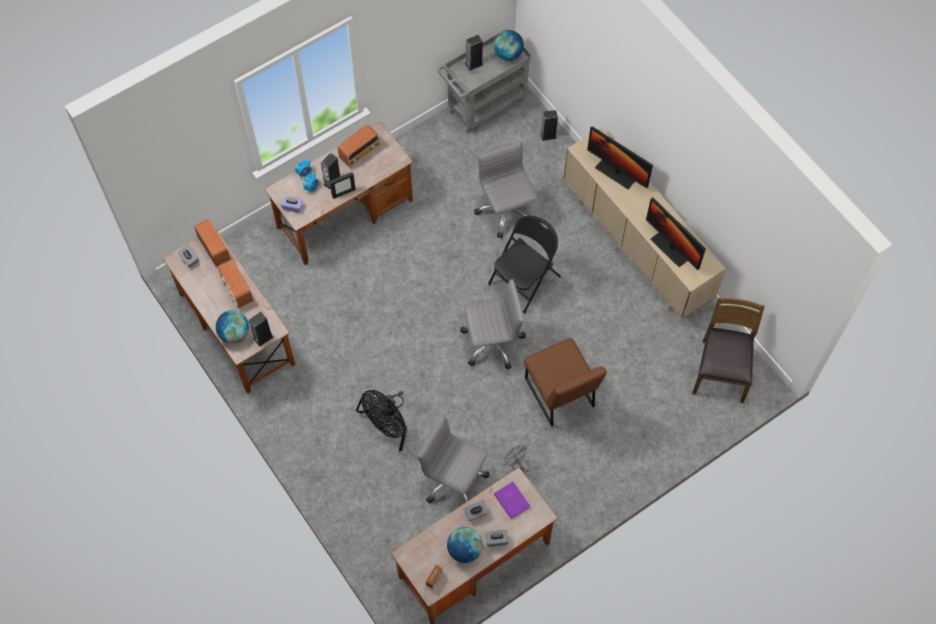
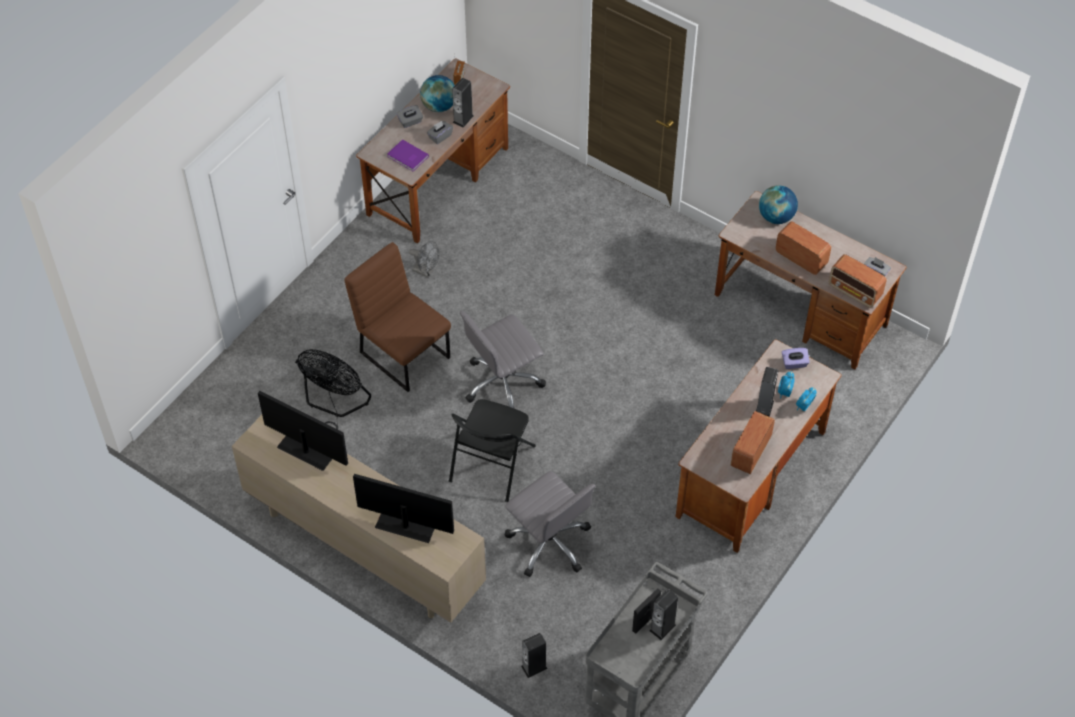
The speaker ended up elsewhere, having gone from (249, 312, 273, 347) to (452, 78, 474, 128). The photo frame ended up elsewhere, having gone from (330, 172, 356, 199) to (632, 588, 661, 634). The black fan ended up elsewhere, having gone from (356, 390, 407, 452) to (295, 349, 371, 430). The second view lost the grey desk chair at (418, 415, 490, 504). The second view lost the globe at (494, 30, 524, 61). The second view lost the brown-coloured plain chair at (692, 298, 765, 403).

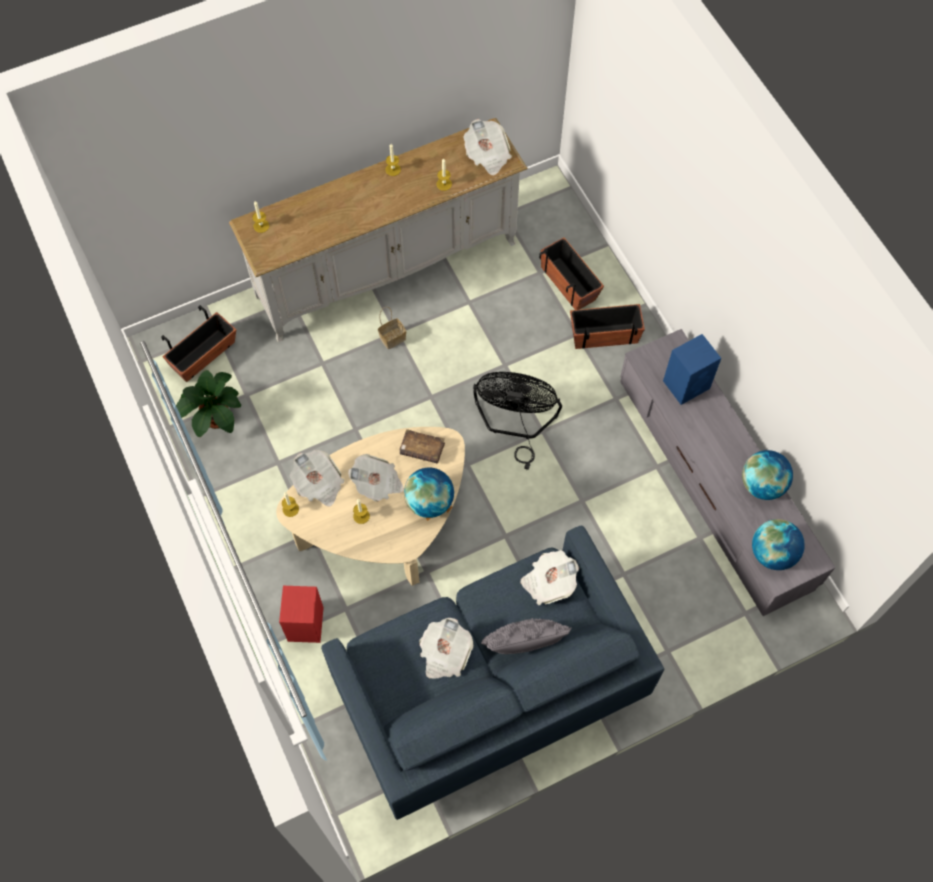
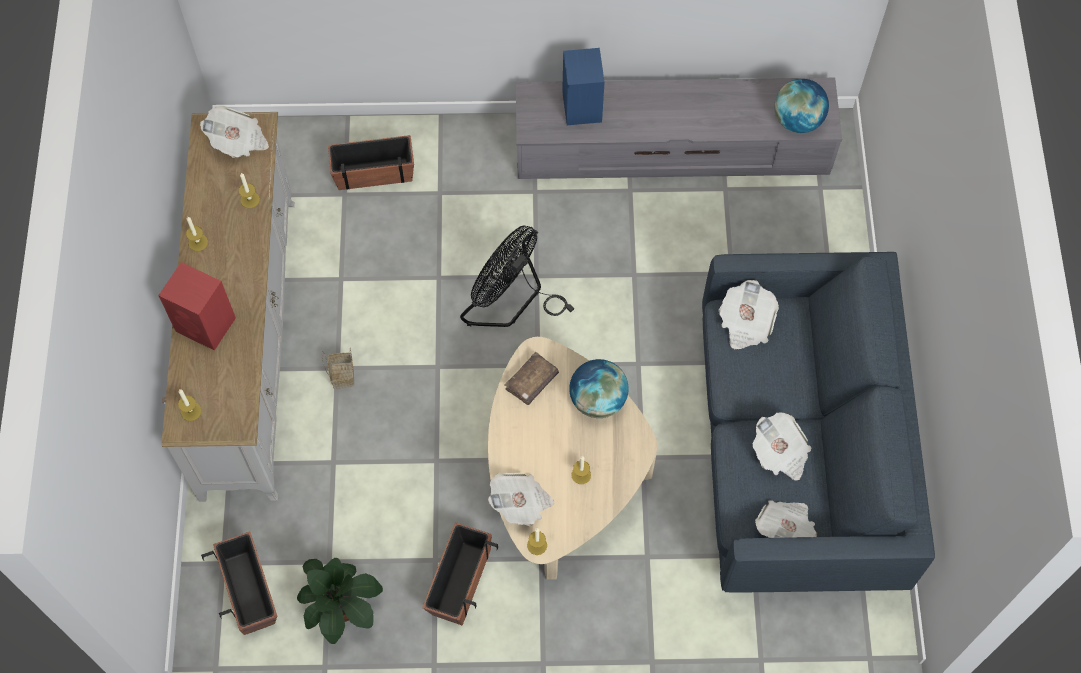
The reddish speaker ended up elsewhere, having gone from (279, 586, 324, 643) to (158, 262, 236, 351). The printed paper ended up elsewhere, having gone from (348, 454, 404, 502) to (755, 500, 817, 538). The second view lost the grey cushion at (481, 618, 572, 654). The flower pot ended up elsewhere, having gone from (570, 304, 645, 349) to (422, 522, 498, 626). The second view lost the globe at (742, 450, 793, 500).

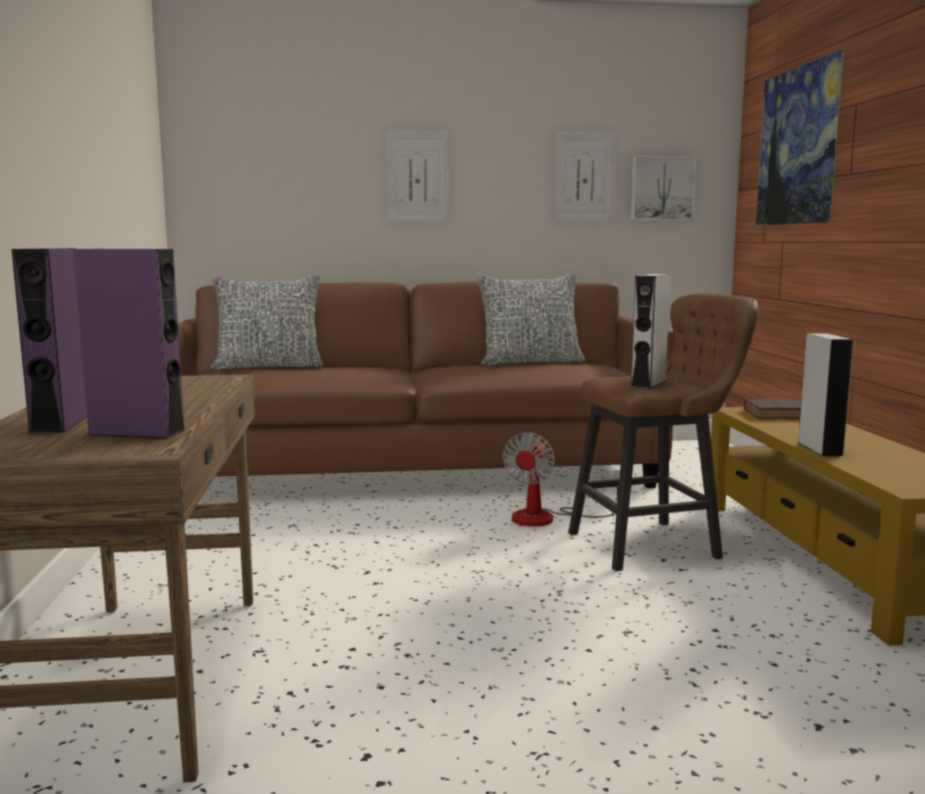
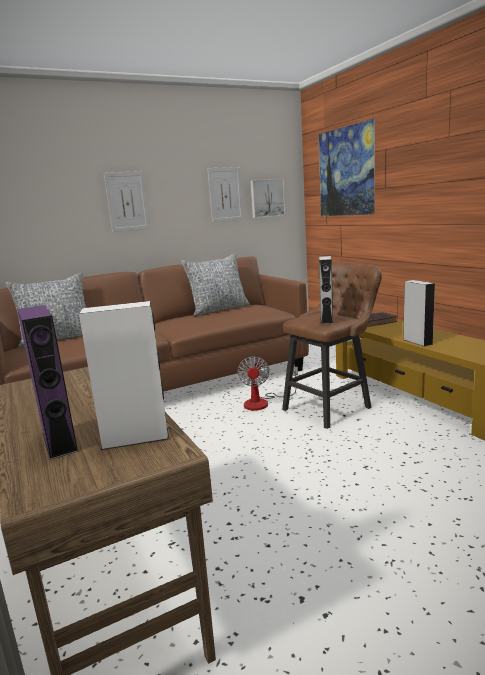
What was the purplish speaker at (73, 249, 186, 439) turned into the whitish speaker at (79, 301, 169, 450).

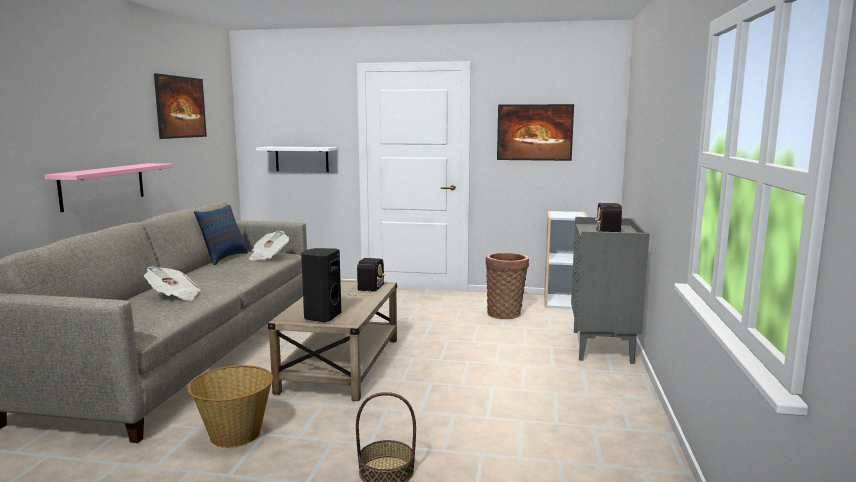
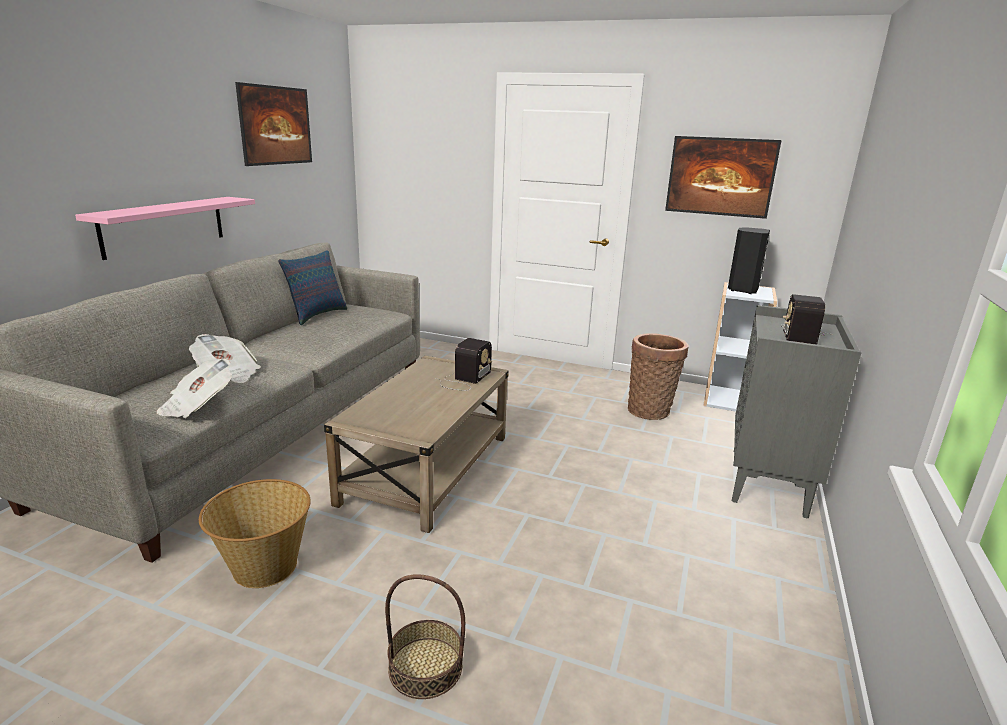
The printed paper ended up elsewhere, having gone from (249, 231, 289, 260) to (157, 359, 232, 418). The second view lost the whitish wall shelf at (256, 147, 337, 172). The black speaker ended up elsewhere, having gone from (301, 248, 341, 322) to (728, 227, 770, 294).

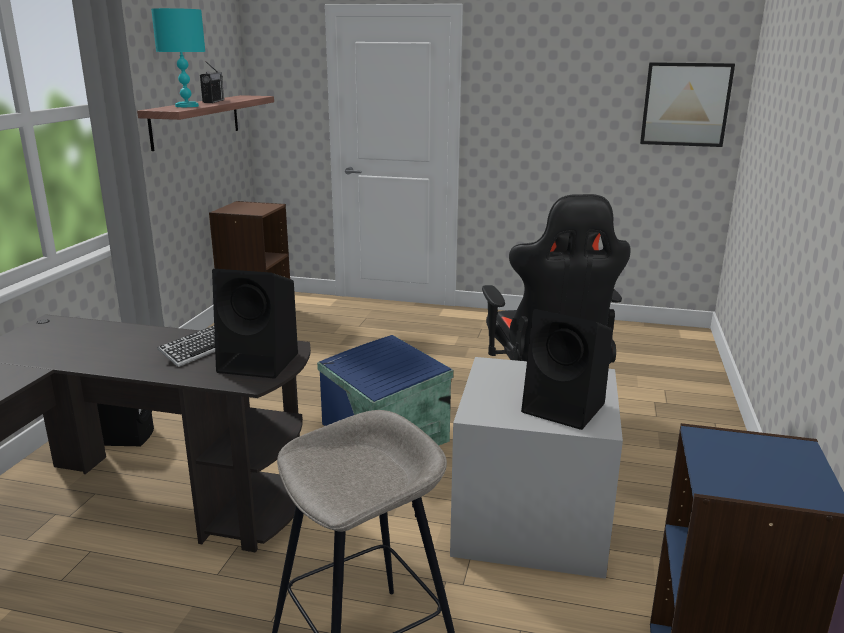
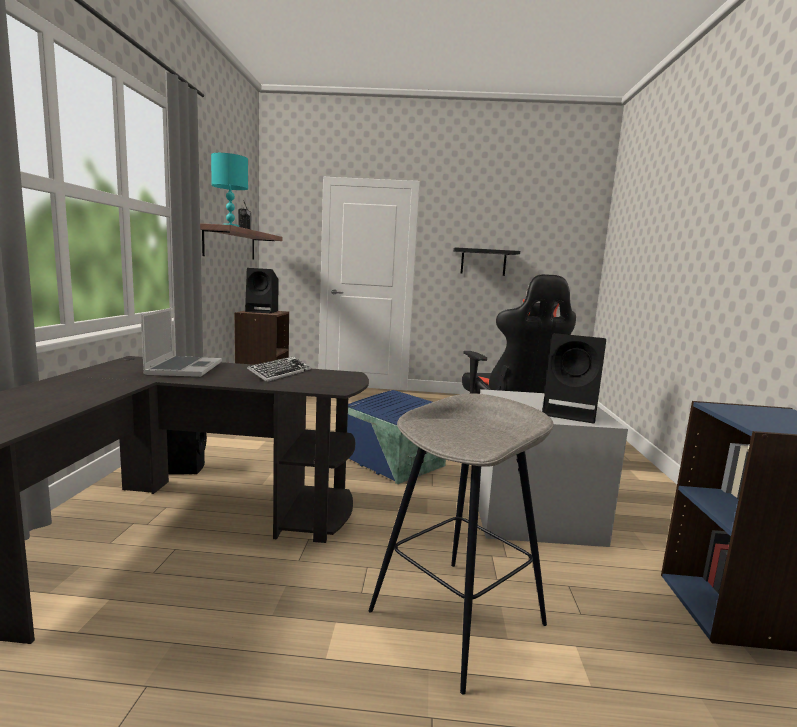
The black speaker ended up elsewhere, having gone from (212, 269, 298, 379) to (245, 268, 279, 313). The second view lost the wall picture at (640, 62, 735, 147). The second view gained the notebook computer at (141, 308, 222, 377). The second view gained the black wall shelf at (453, 247, 520, 276).

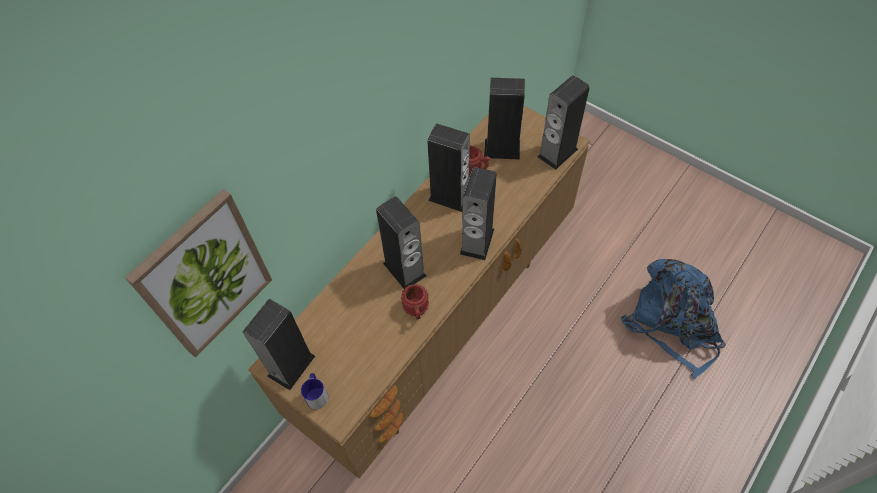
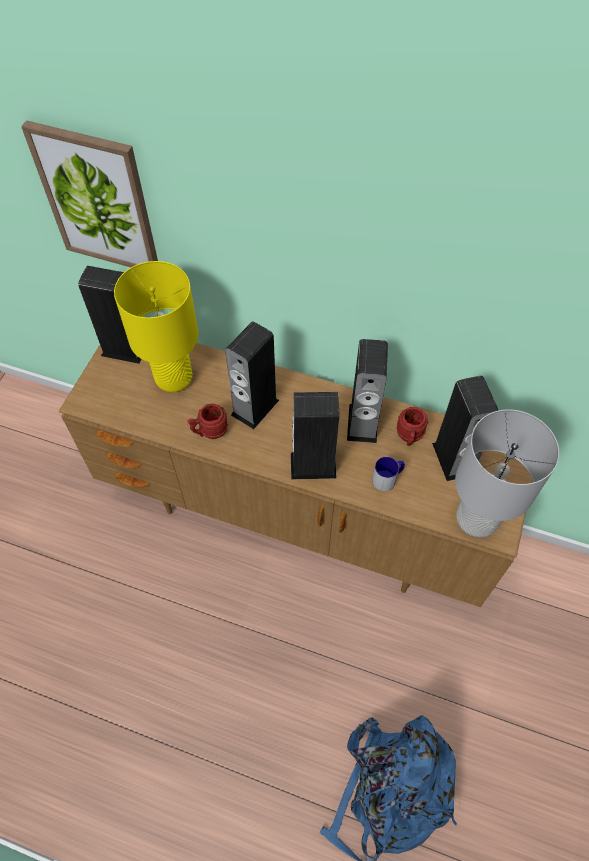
The coffee mug ended up elsewhere, having gone from (301, 373, 328, 409) to (372, 457, 405, 491). Where the speaker stood at (537, 75, 590, 170), the grey tabletop lamp came to stand at (455, 409, 559, 538). The second view gained the yellowish tabletop lamp at (114, 261, 199, 392).

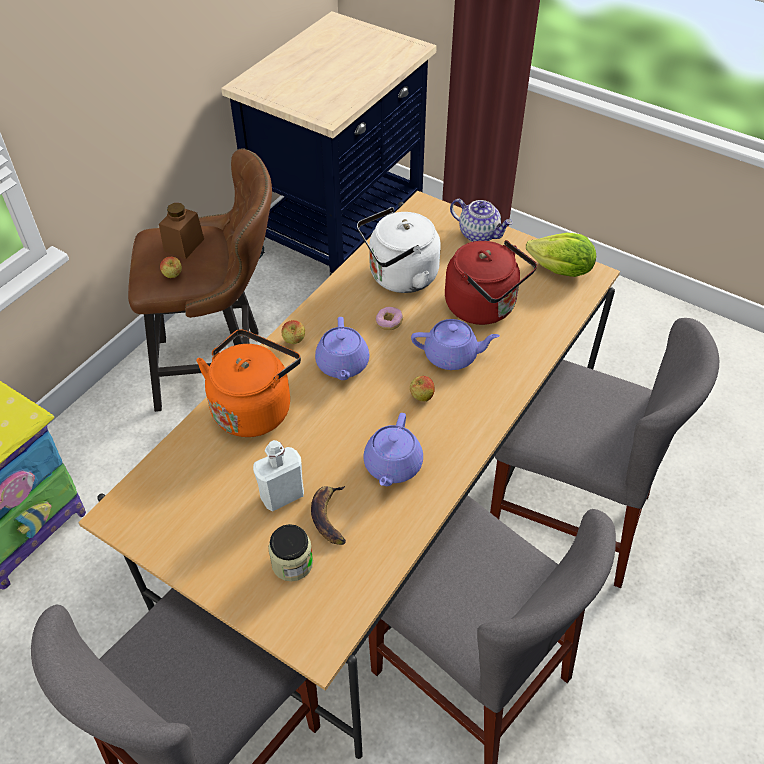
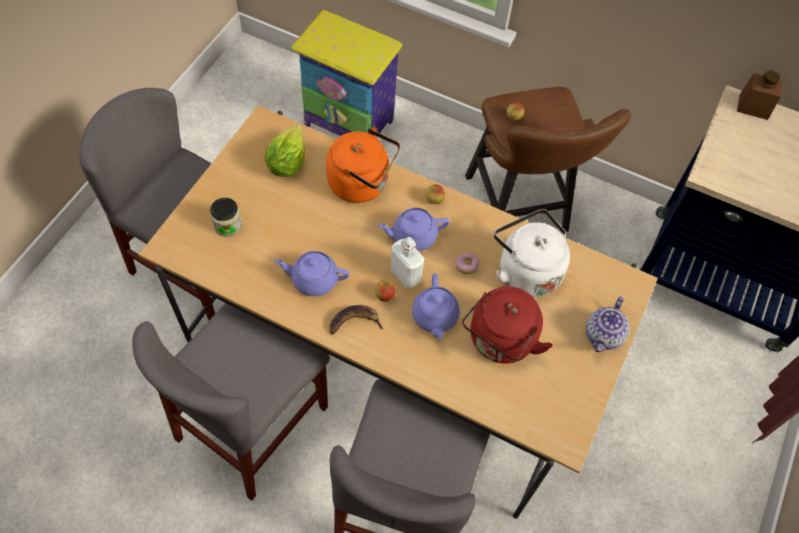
The brown-coloured jar ended up elsewhere, having gone from (159, 203, 204, 259) to (737, 71, 783, 120). The whitish beverage bottle ended up elsewhere, having gone from (253, 440, 304, 511) to (391, 237, 424, 288). The whole banana ended up elsewhere, having gone from (311, 486, 346, 545) to (329, 305, 383, 335). The head of lettuce ended up elsewhere, having gone from (526, 233, 596, 277) to (264, 124, 305, 177).

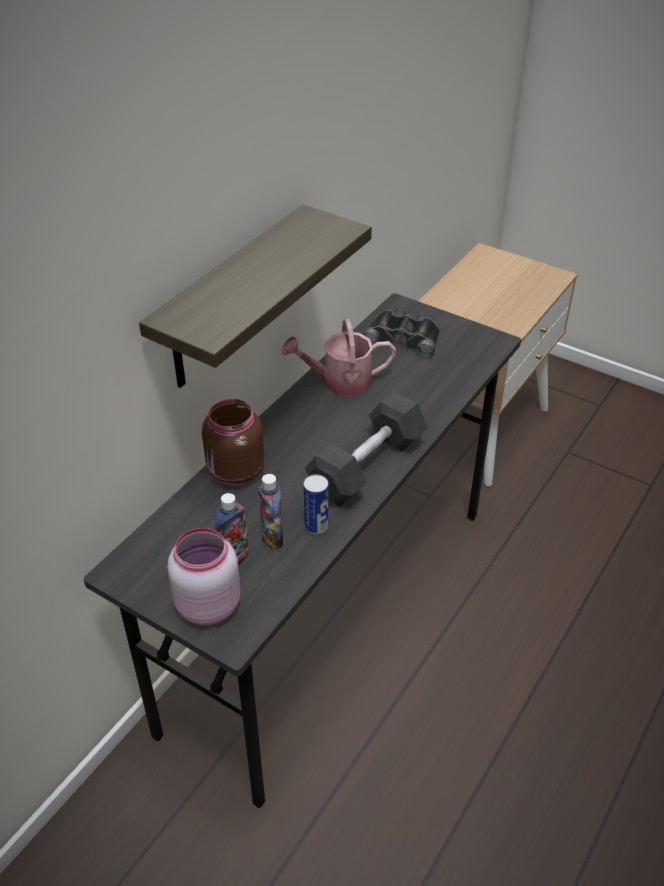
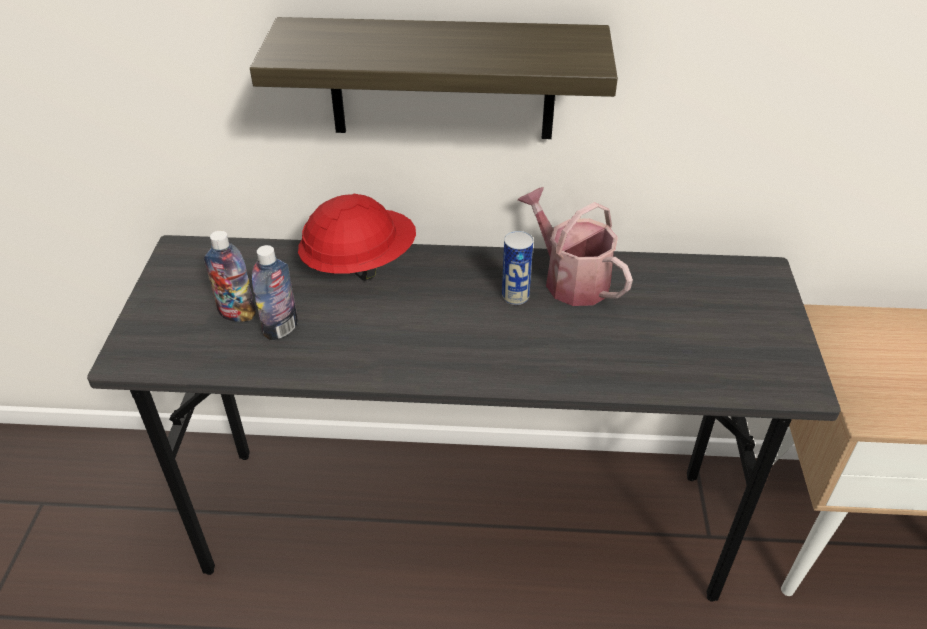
The second view lost the pink jar at (167, 528, 241, 625). Where the brown-coloured jar stood at (202, 399, 264, 486), the reddish hard hat came to stand at (298, 194, 416, 281). The can ended up elsewhere, having gone from (303, 474, 329, 535) to (502, 231, 533, 305). The second view lost the grey dumbbell at (305, 391, 428, 507). The second view lost the black field glasses at (362, 309, 440, 358).

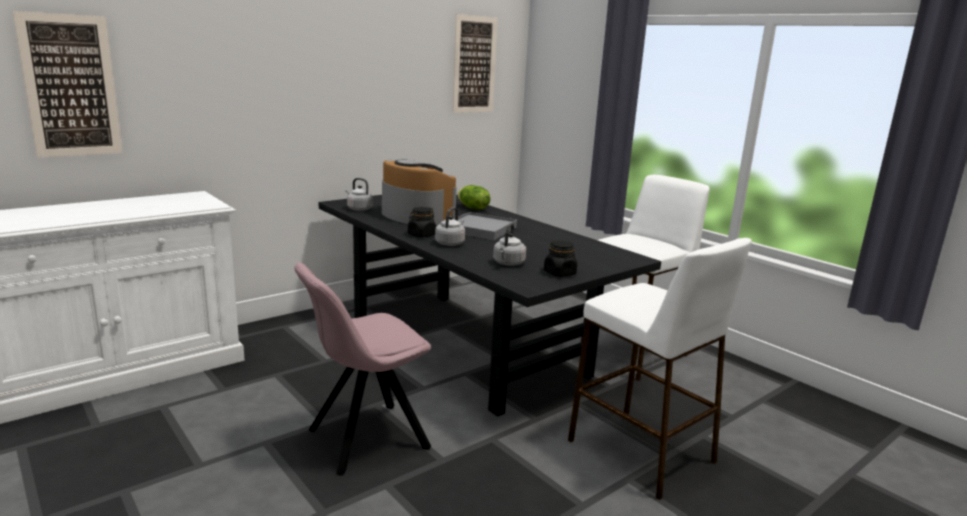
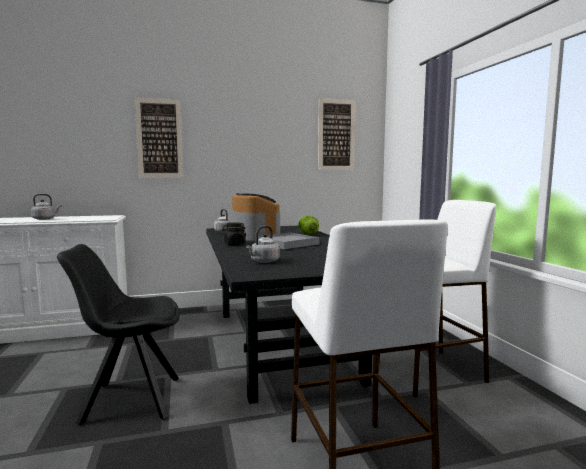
The wall picture ended up elsewhere, having gone from (13, 11, 123, 158) to (134, 97, 183, 178). What was the pink plain chair at (294, 263, 431, 476) turned into the black plain chair at (57, 244, 180, 425). The grey water kettle ended up elsewhere, having gone from (435, 207, 465, 246) to (31, 194, 62, 220). The second view lost the black jar at (544, 240, 577, 277).

